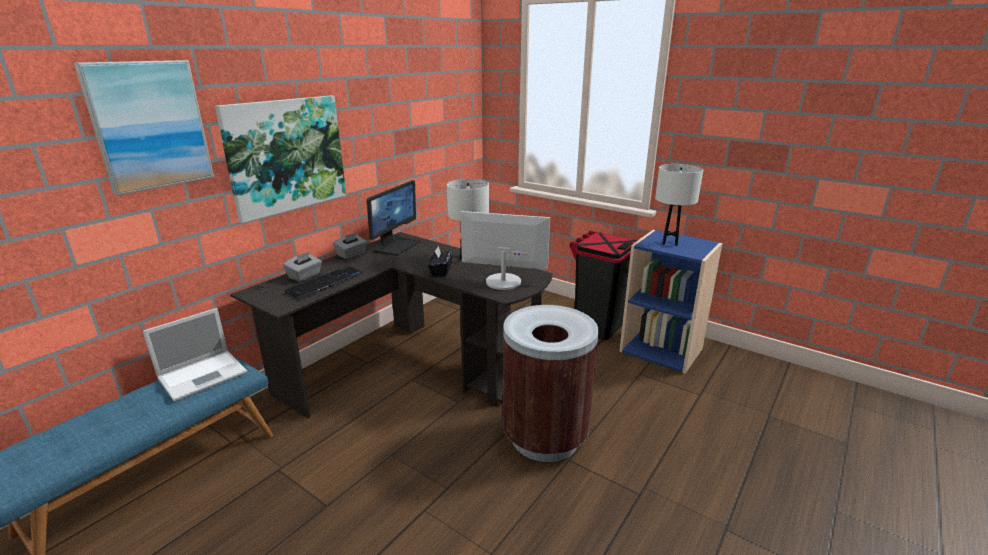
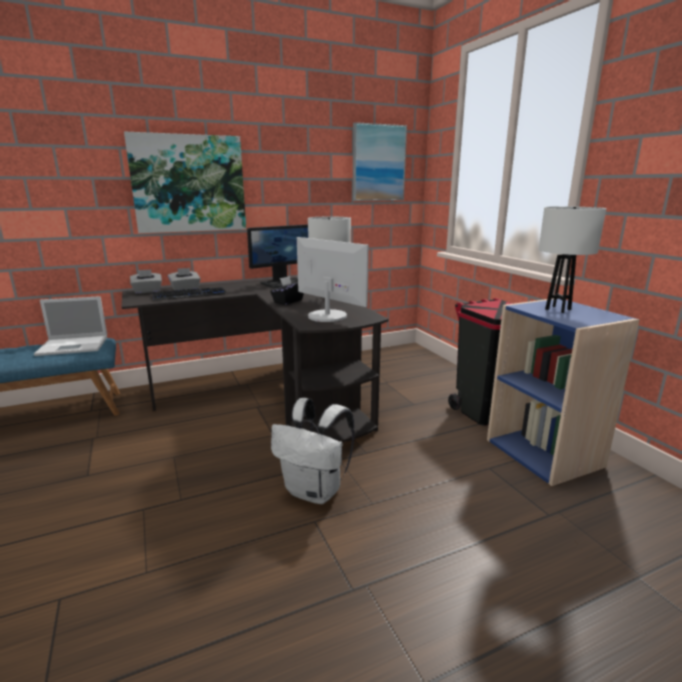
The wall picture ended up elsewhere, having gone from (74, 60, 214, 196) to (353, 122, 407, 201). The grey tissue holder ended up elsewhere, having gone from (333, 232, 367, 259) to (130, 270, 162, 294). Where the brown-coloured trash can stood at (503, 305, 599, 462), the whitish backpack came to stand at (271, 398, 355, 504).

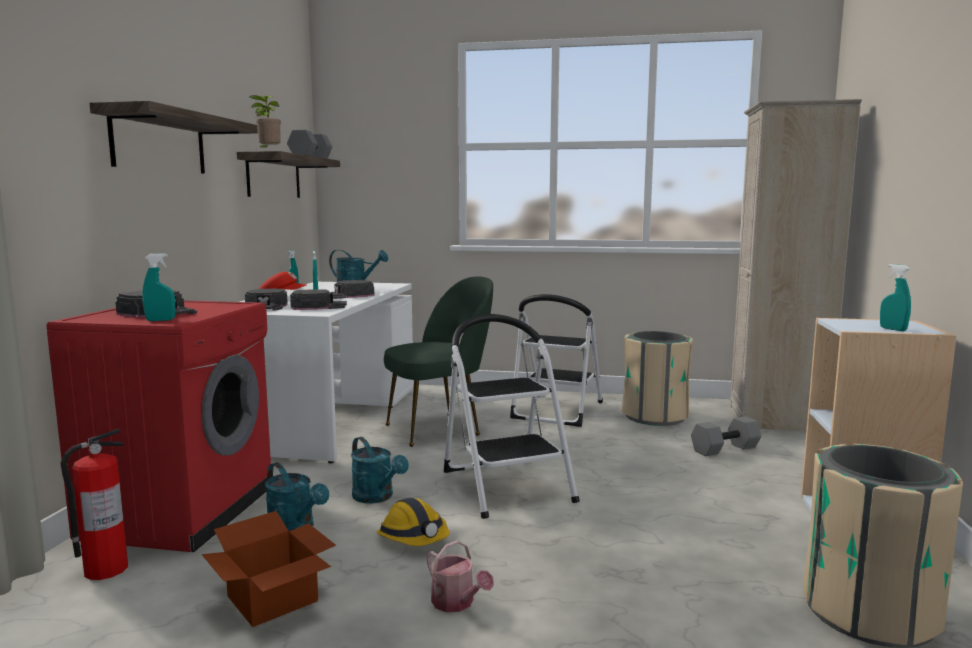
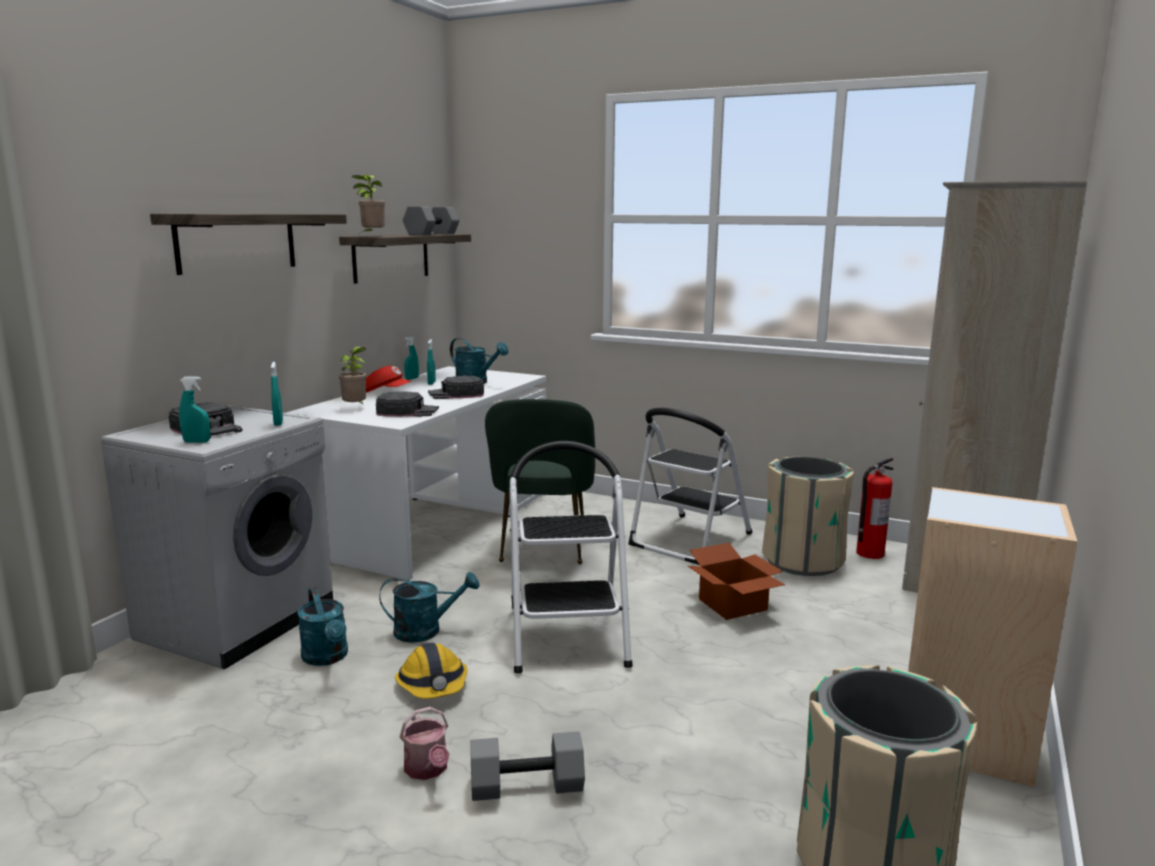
What was the reddish washing machine at (46, 301, 271, 552) turned into the whitish washing machine at (101, 405, 333, 669). The extinguisher ended up elsewhere, having gone from (60, 428, 128, 580) to (856, 458, 893, 559). The carton ended up elsewhere, having gone from (202, 511, 336, 627) to (688, 543, 785, 620). Where the black peaked cap stood at (245, 289, 288, 310), the potted plant came to stand at (338, 347, 367, 405). The turquoise-coloured watering can at (351, 437, 409, 503) ended up facing another way, 75 degrees counterclockwise from before. The greenish plain chair at (384, 276, 493, 447) ended up facing another way, 105 degrees clockwise from before. The grey dumbbell ended up elsewhere, having gone from (691, 416, 761, 456) to (470, 731, 585, 801). The turquoise-coloured hand sprayer ended up elsewhere, having gone from (880, 264, 911, 331) to (271, 361, 283, 426).

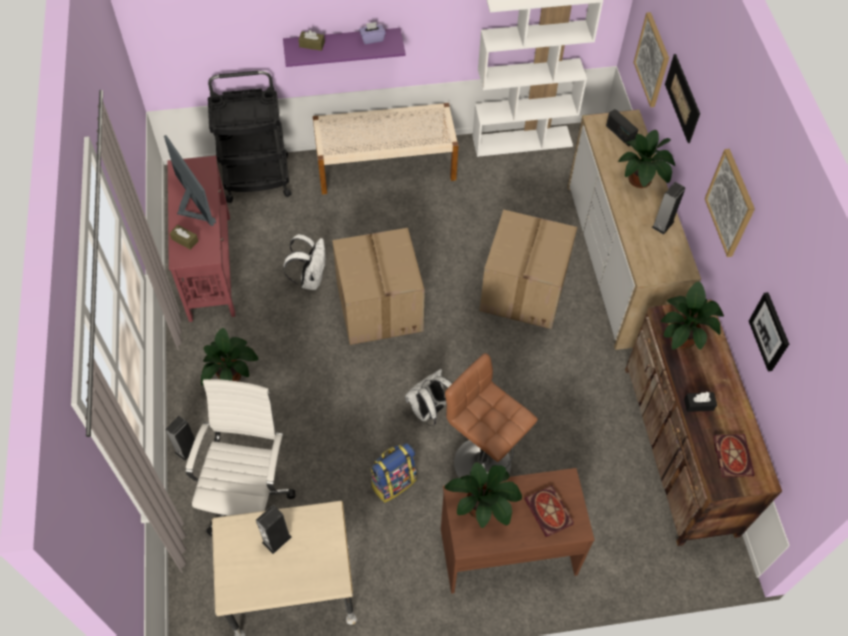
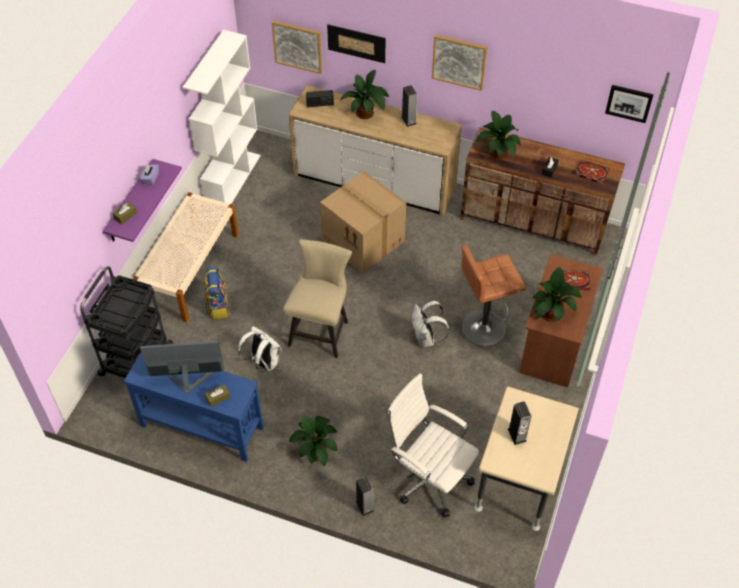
What was the reddish hall table at (168, 156, 235, 322) turned into the blue hall table at (124, 353, 264, 462). Where the carton stood at (332, 228, 425, 345), the beige-coloured plain chair came to stand at (283, 239, 352, 358). The backpack ended up elsewhere, having gone from (370, 443, 417, 503) to (204, 266, 229, 319). The wall picture ended up elsewhere, having gone from (749, 292, 789, 371) to (605, 85, 654, 123).

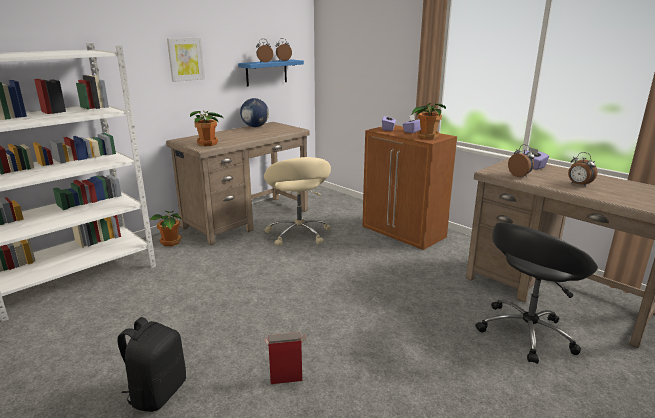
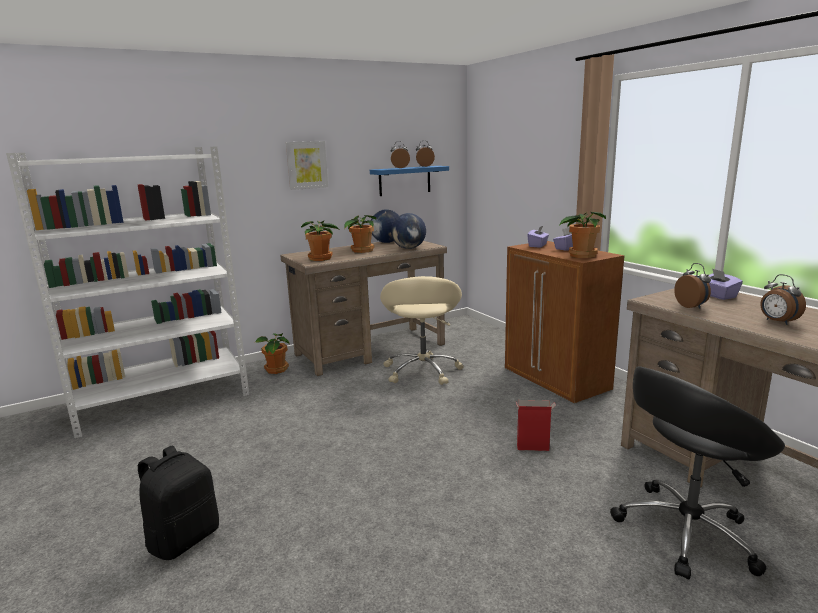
The carton ended up elsewhere, having gone from (265, 332, 306, 384) to (516, 400, 556, 451). The second view gained the potted plant at (344, 215, 376, 253). The second view gained the globe at (391, 213, 426, 249).

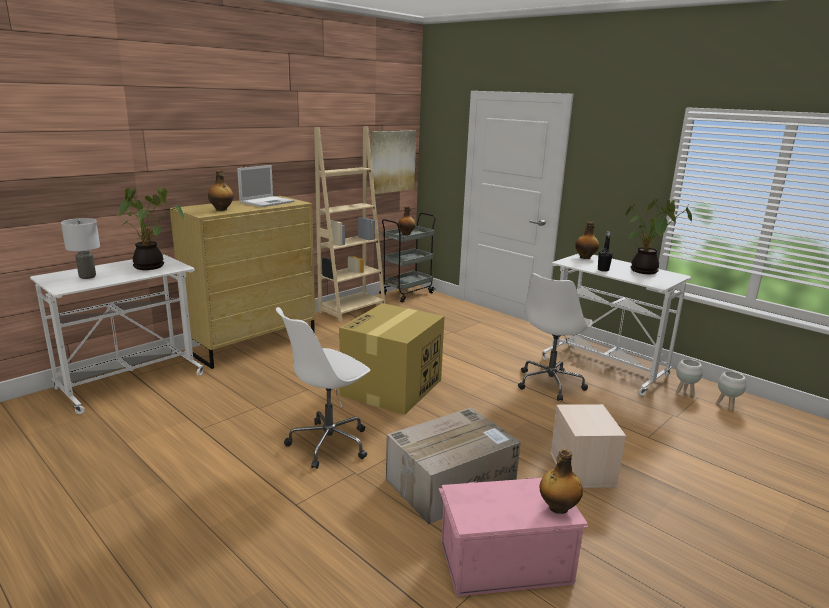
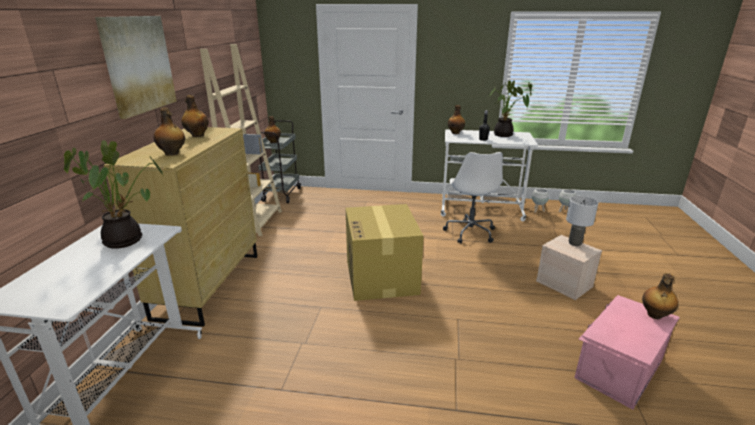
The whitish tabletop lamp ended up elsewhere, having gone from (61, 218, 100, 279) to (566, 196, 598, 246). Where the notebook computer stood at (237, 165, 295, 207), the beverage bottle came to stand at (181, 95, 209, 137). The second view lost the whitish desk chair at (276, 307, 370, 469). The wall picture ended up elsewhere, having gone from (370, 130, 416, 194) to (95, 16, 177, 119). The second view lost the carton at (386, 407, 521, 524).

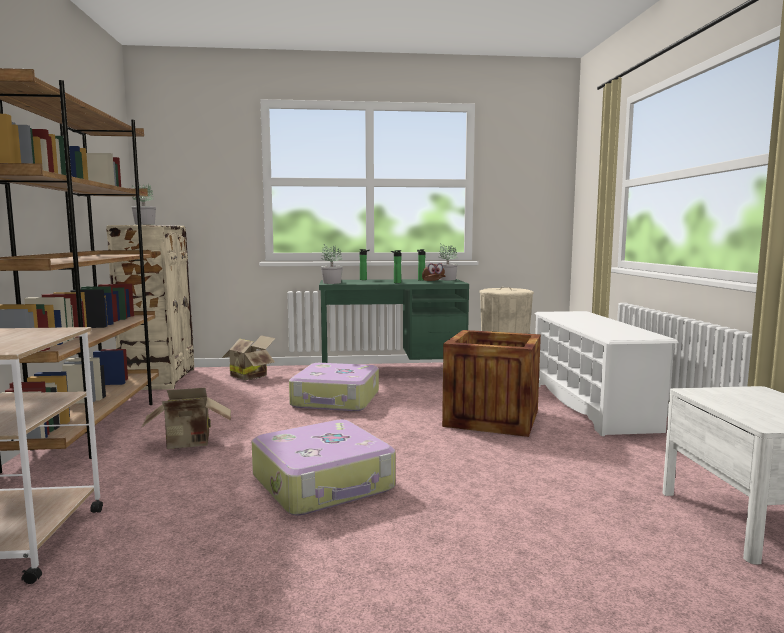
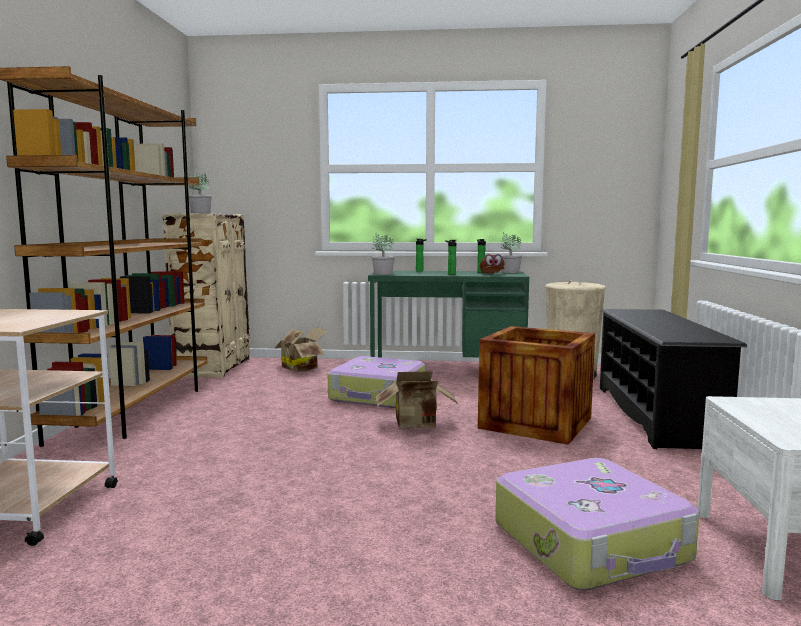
The carton ended up elsewhere, having gone from (141, 388, 231, 449) to (376, 371, 458, 428). The travel case ended up elsewhere, having gone from (252, 420, 395, 516) to (495, 458, 700, 591). What was the whitish shoe stand at (535, 311, 679, 436) turned into the black shoe stand at (600, 309, 747, 449).

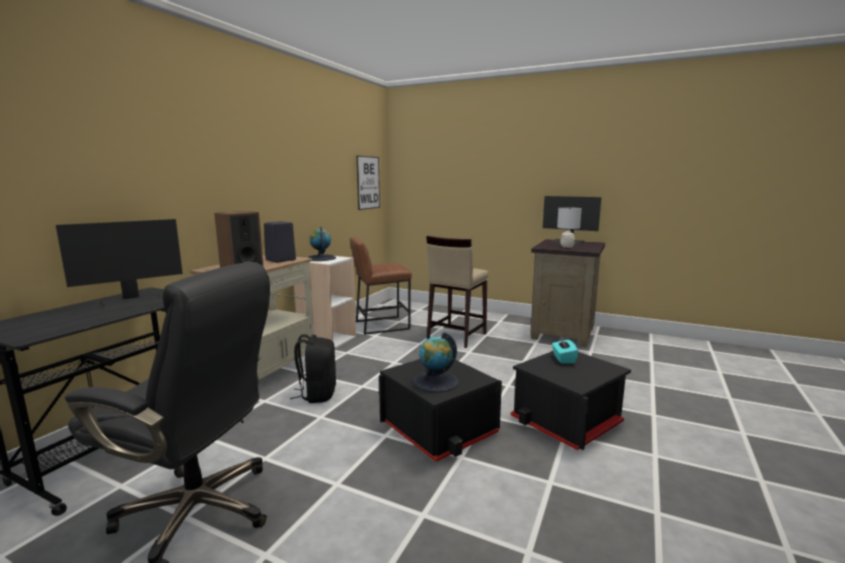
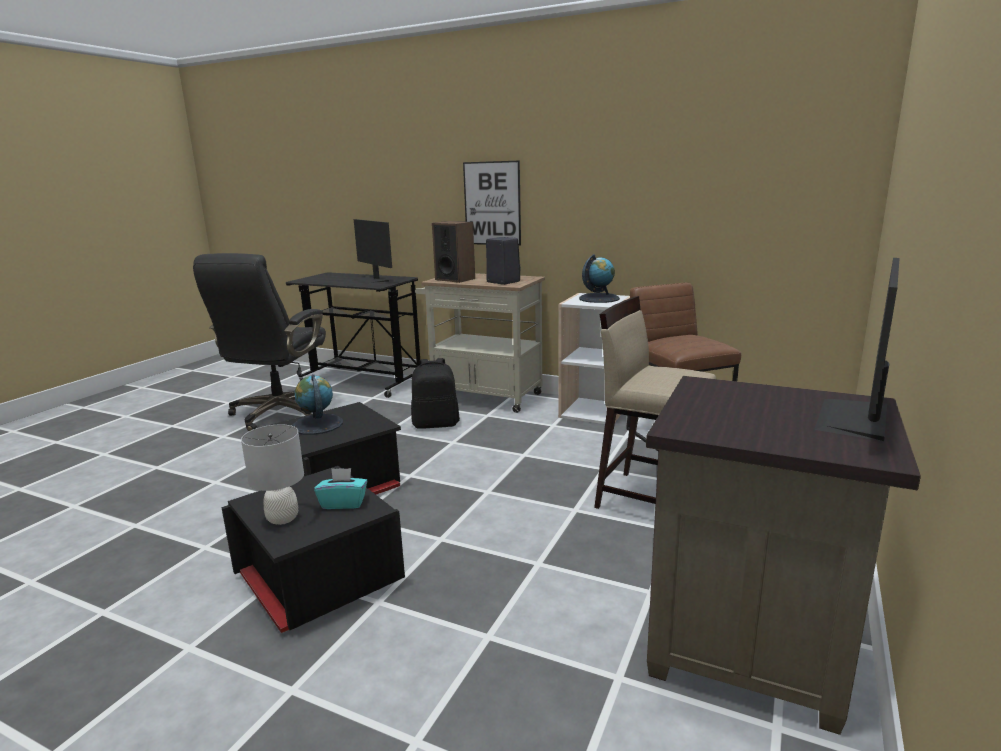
The wall picture ended up elsewhere, having gone from (357, 156, 380, 210) to (463, 161, 521, 246). The grey tabletop lamp ended up elsewhere, having gone from (557, 207, 582, 248) to (241, 424, 304, 525).

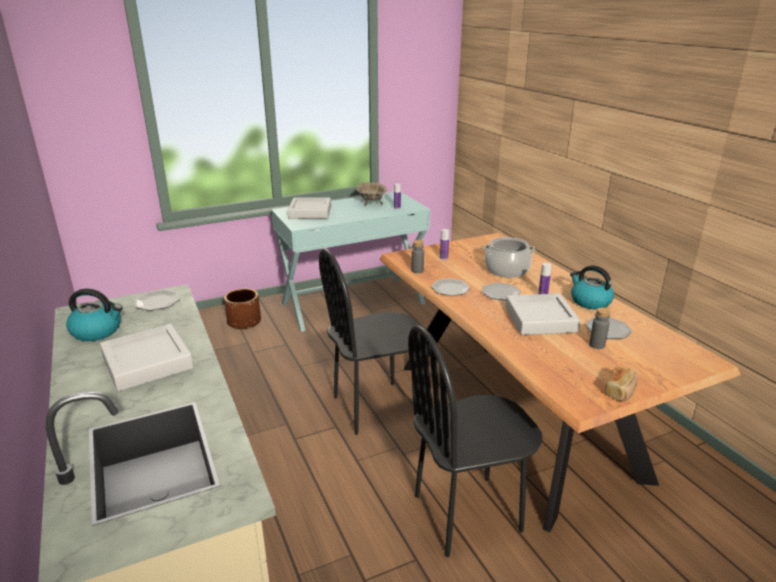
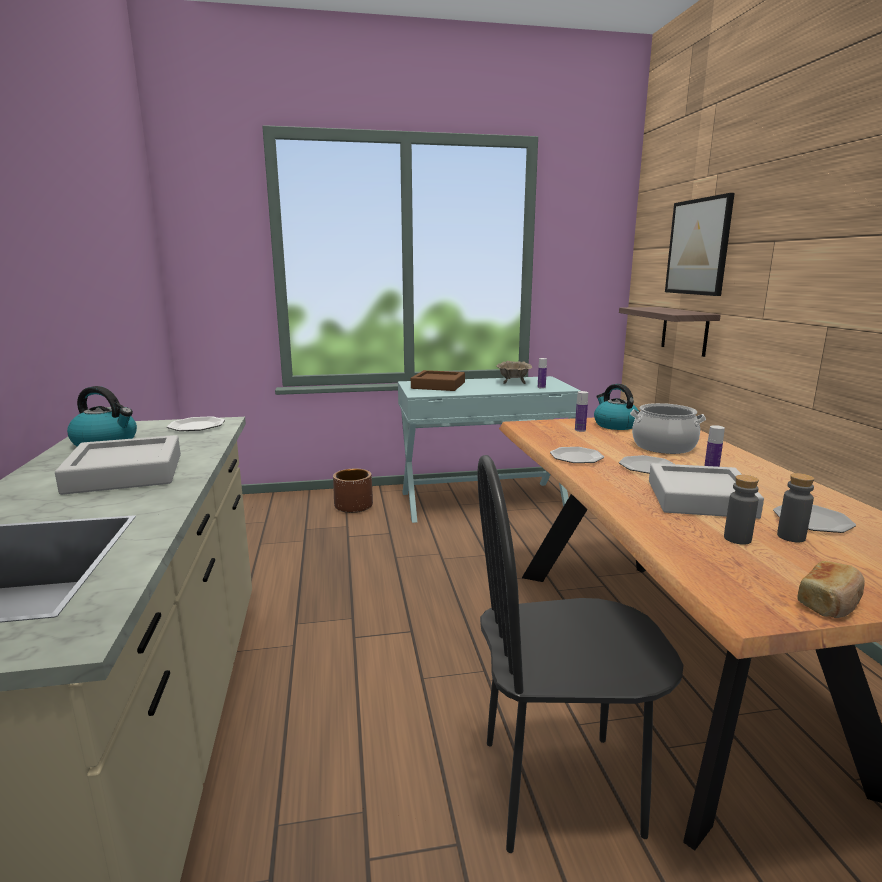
What was the grey carrying tray at (288, 198, 331, 219) turned into the brown-coloured carrying tray at (411, 370, 465, 391). The second view lost the black plain chair at (319, 248, 421, 435). The grey beverage bottle ended up elsewhere, having gone from (412, 240, 424, 273) to (724, 475, 759, 545). The water kettle ended up elsewhere, having gone from (570, 265, 614, 310) to (594, 384, 639, 430). The second view gained the wall shelf at (619, 307, 721, 357). The second view gained the wall picture at (665, 193, 735, 296).

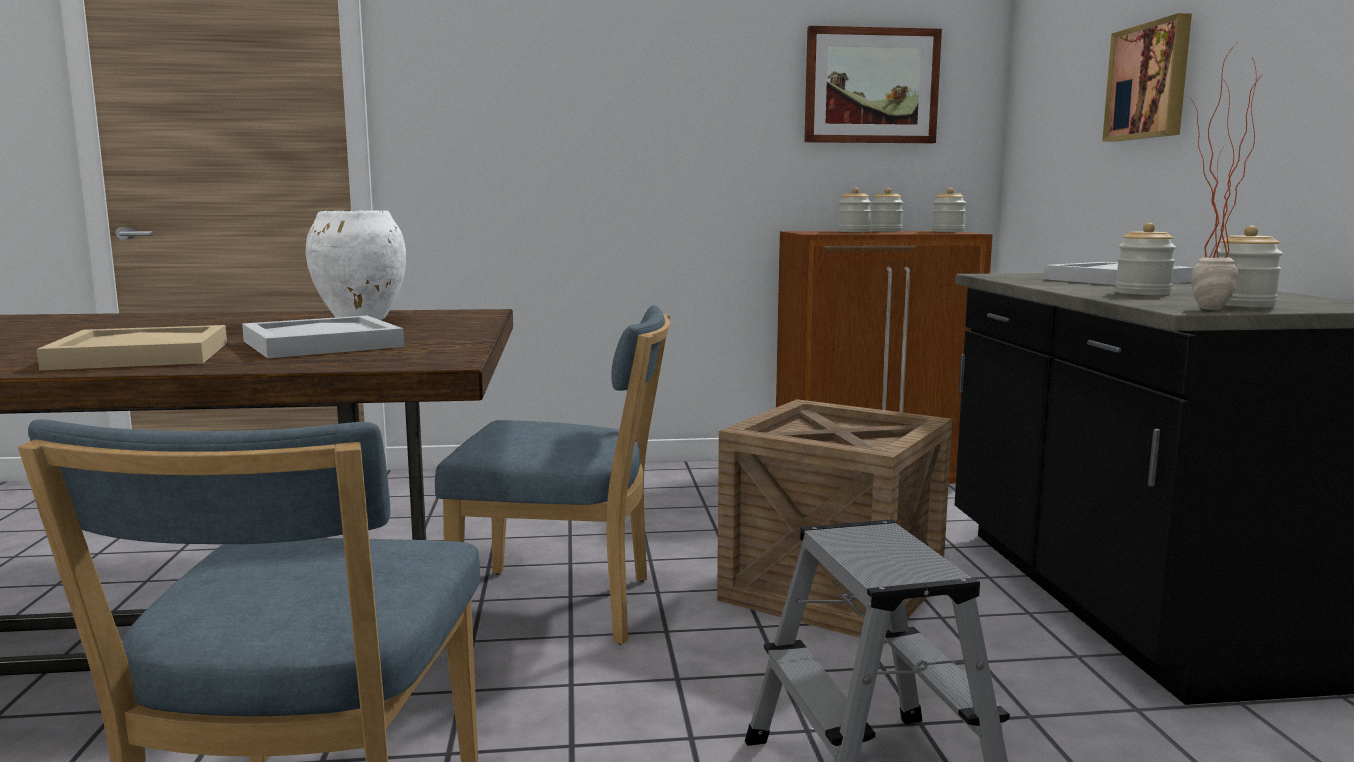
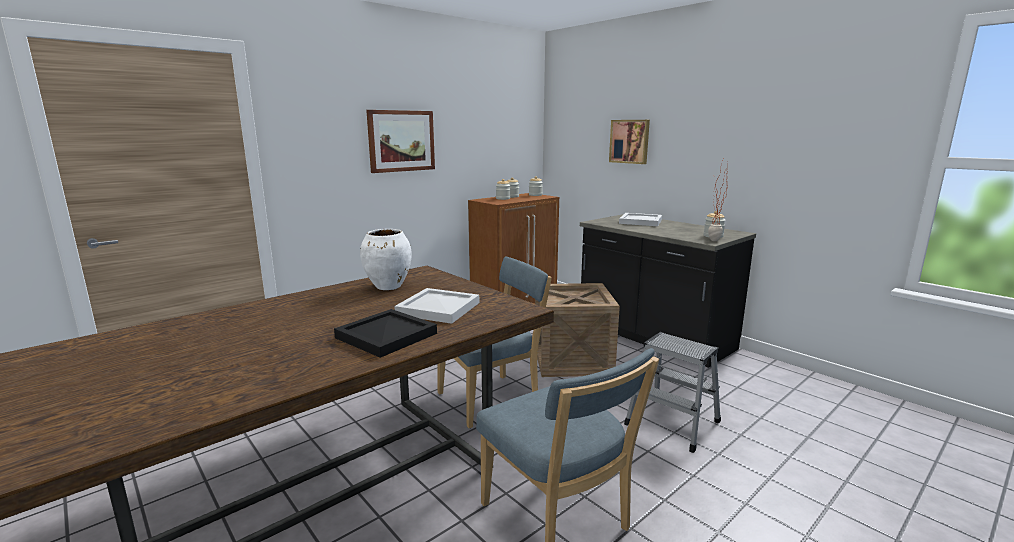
What was the beige-coloured carrying tray at (37, 325, 227, 370) turned into the black carrying tray at (334, 309, 437, 358). The wall picture ended up elsewhere, having gone from (804, 26, 942, 143) to (366, 110, 435, 173). The second view lost the jar at (1115, 223, 1176, 295).

